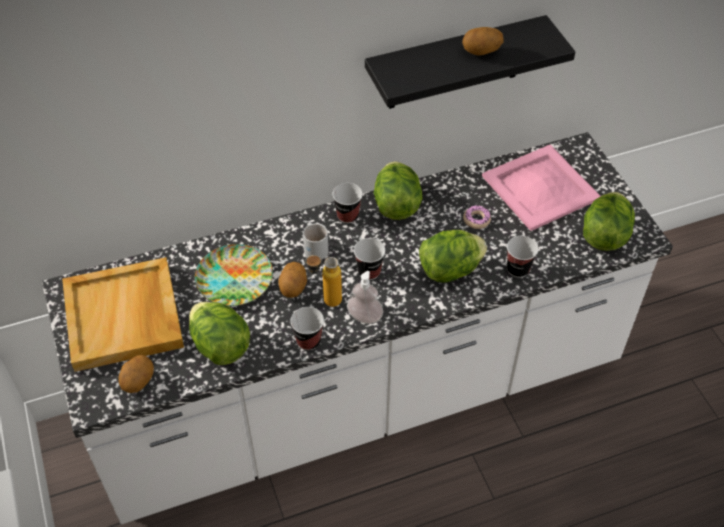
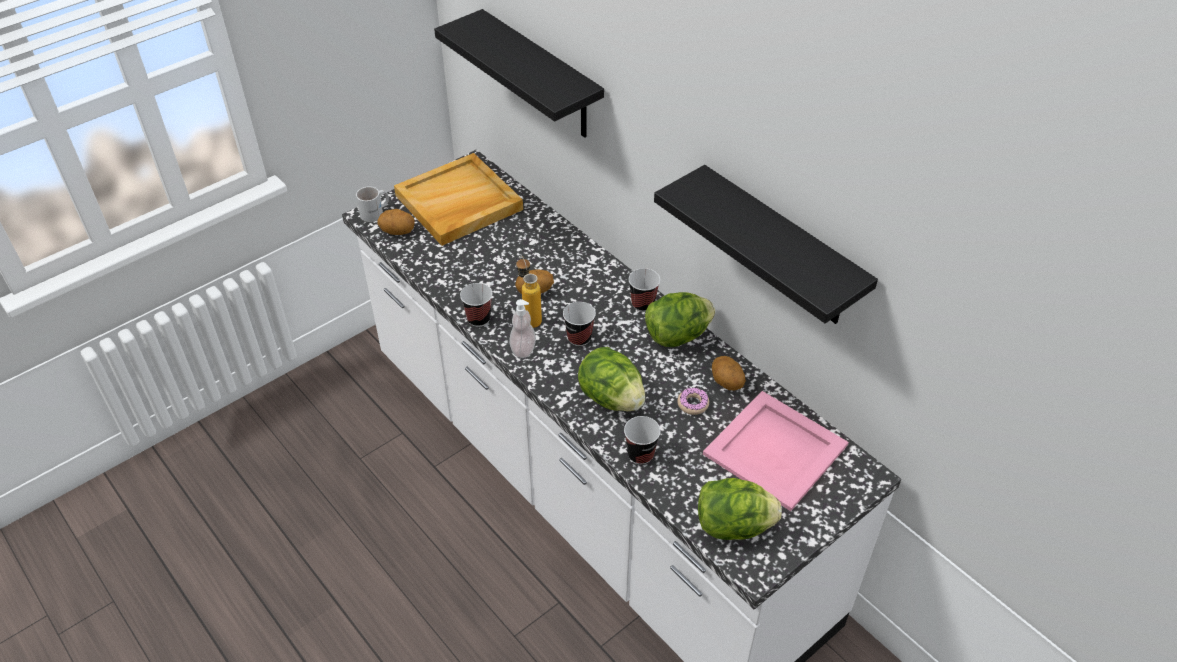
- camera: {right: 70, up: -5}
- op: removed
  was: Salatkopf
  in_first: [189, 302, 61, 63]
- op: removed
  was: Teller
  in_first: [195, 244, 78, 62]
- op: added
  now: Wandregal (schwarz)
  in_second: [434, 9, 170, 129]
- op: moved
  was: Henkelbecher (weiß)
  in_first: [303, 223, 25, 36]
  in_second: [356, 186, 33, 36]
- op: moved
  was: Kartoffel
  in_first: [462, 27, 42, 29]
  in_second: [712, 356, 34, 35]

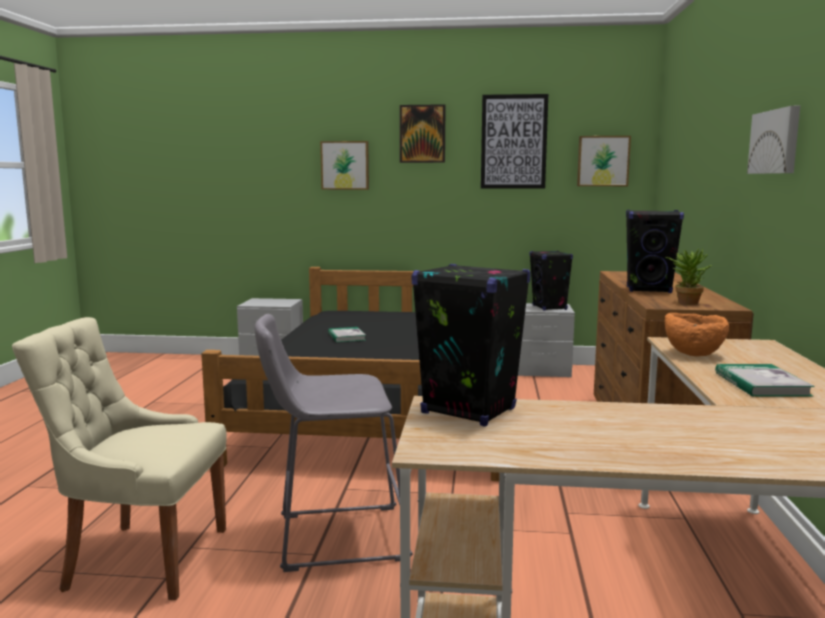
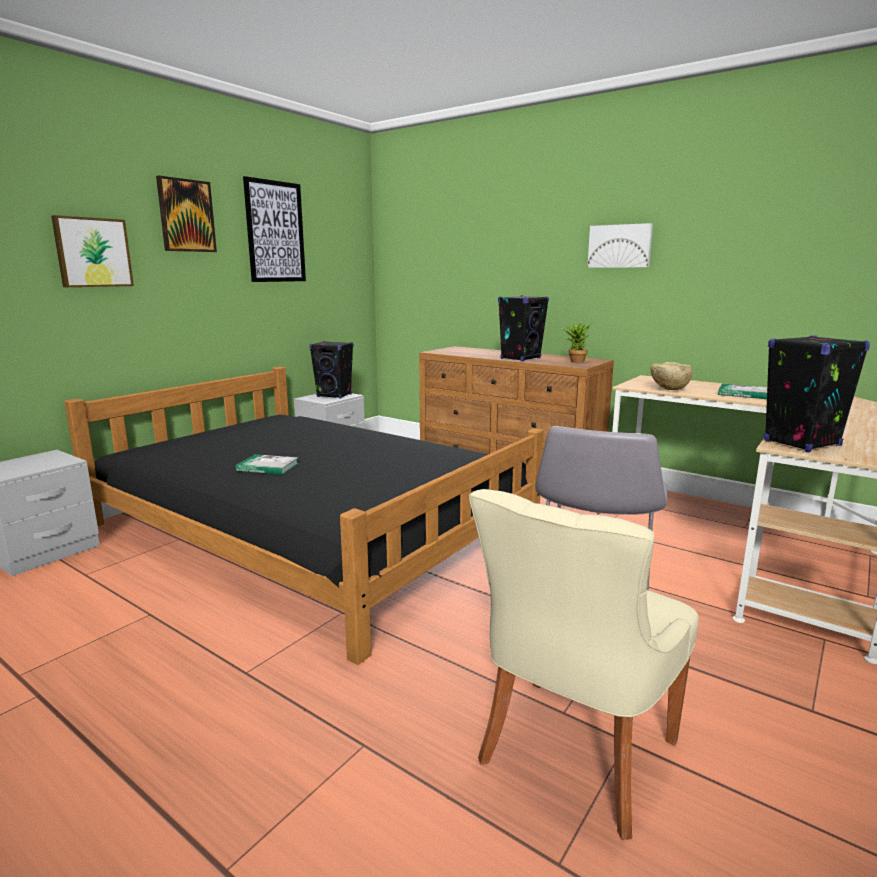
- camera: {right: -60, up: 5}
- op: removed
  was: Bild
  in_first: [577, 136, 54, 50]
- op: recoloured
  was: Schüssel (orange)
  now: Schüssel (beige)
  in_first: [665, 313, 64, 43]
  in_second: [650, 362, 42, 28]

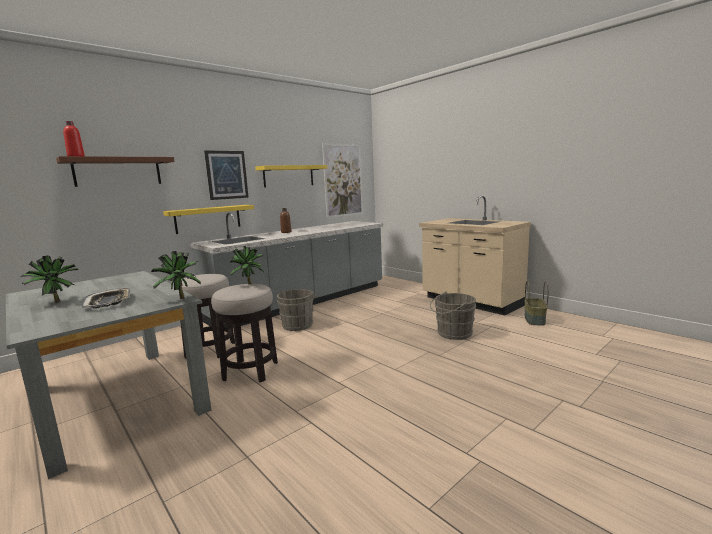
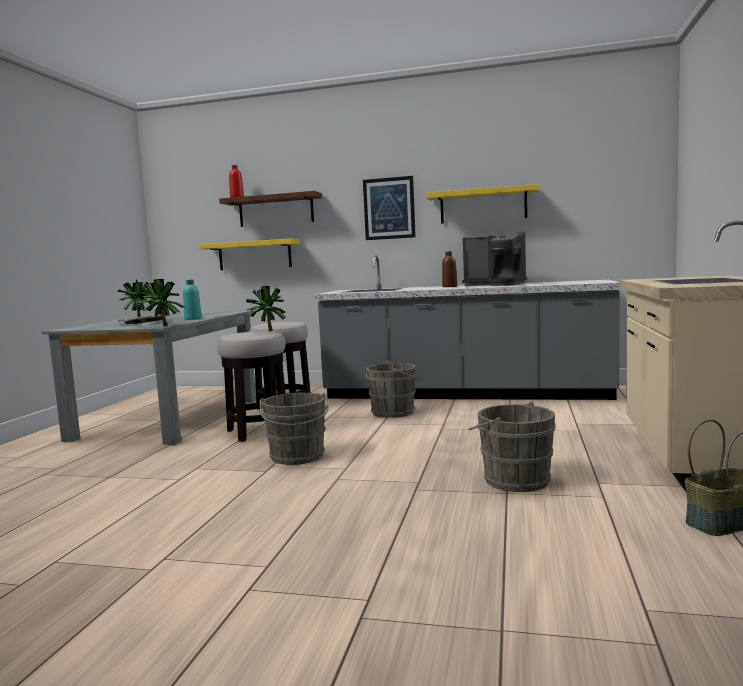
- camera: {right: 55, up: -5}
- op: removed
  was: Bild
  in_first: [322, 143, 41, 75]
- op: added
  now: Flasche (türkis)
  in_second: [183, 279, 19, 41]
- op: added
  now: Eimer (grau)
  in_second: [260, 393, 69, 72]
- op: added
  now: Kaffeemaschine
  in_second: [462, 232, 65, 54]
- op: moved
  was: Wandregal (gelb)
  in_first: [163, 205, 91, 29]
  in_second: [199, 239, 101, 31]

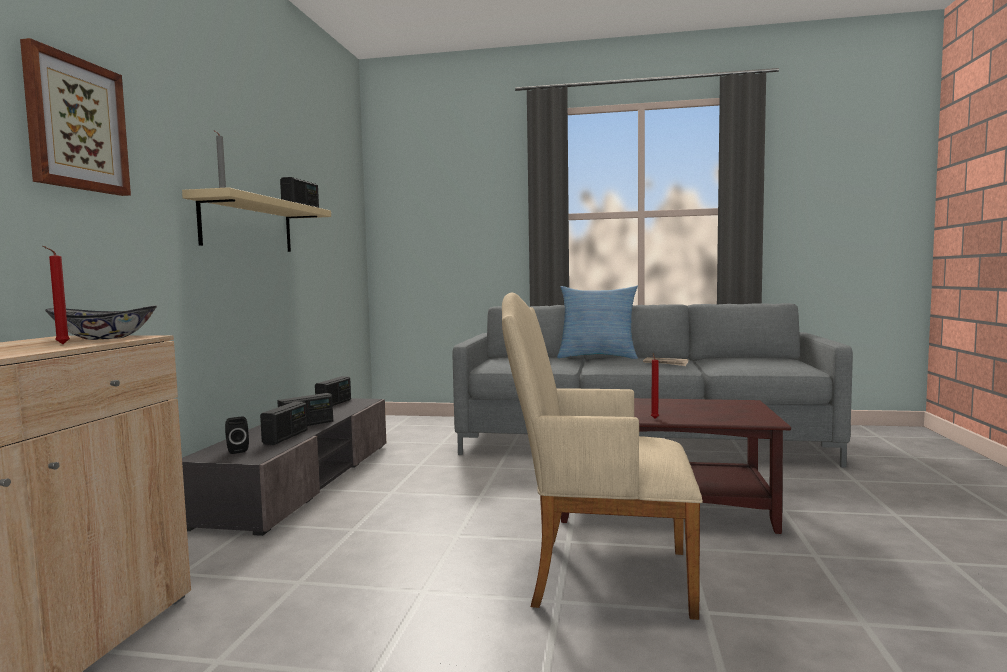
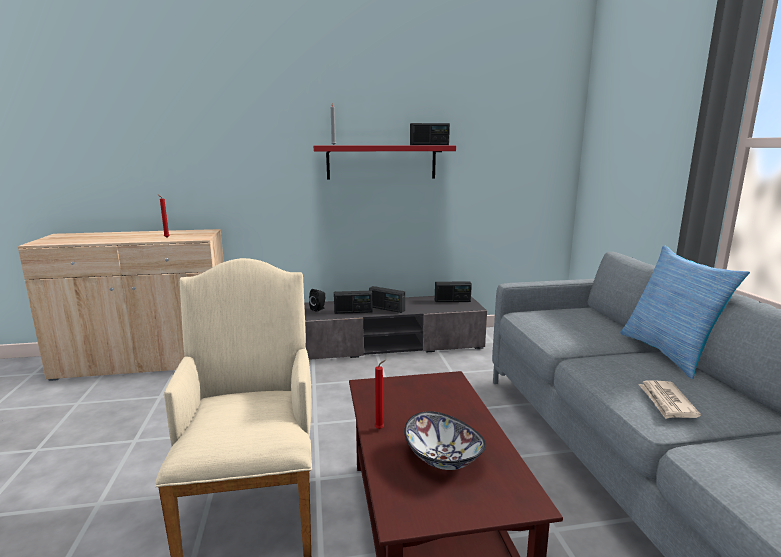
- camera: {right: 70, up: 10}
- op: removed
  was: Bild
  in_first: [20, 38, 111, 158]
- op: moved
  was: Schüssel
  in_first: [45, 305, 112, 35]
  in_second: [404, 411, 82, 59]
- op: recoloured
  was: Wandregal (beige)
  now: Wandregal (rot)
  in_first: [182, 187, 149, 65]
  in_second: [313, 146, 143, 34]

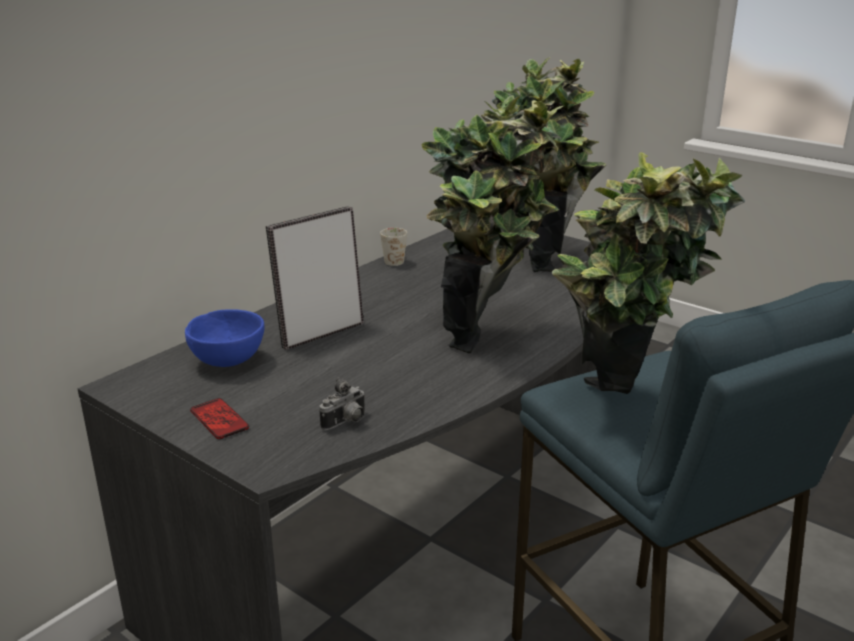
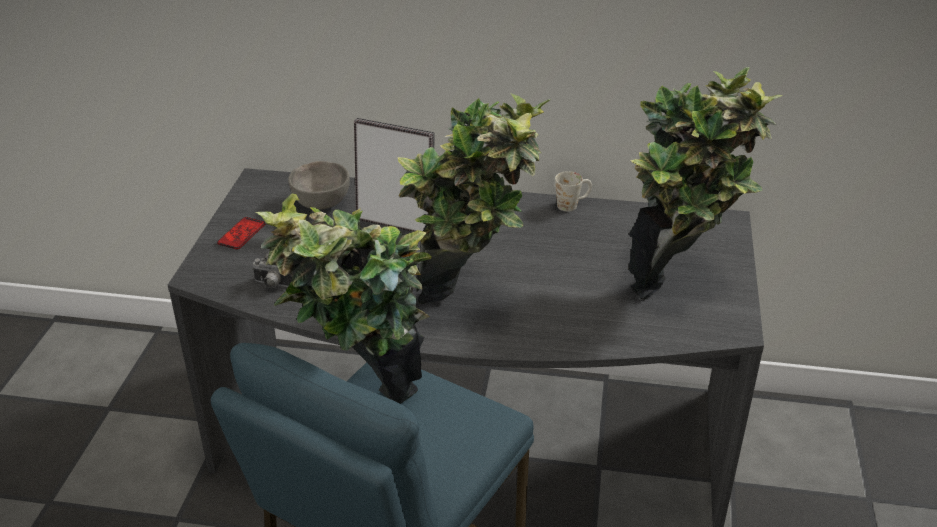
- camera: {right: 60, up: 10}
- op: recoloured
  was: Schüssel (blau)
  now: Schüssel (grau)
  in_first: [185, 310, 80, 57]
  in_second: [288, 161, 62, 49]

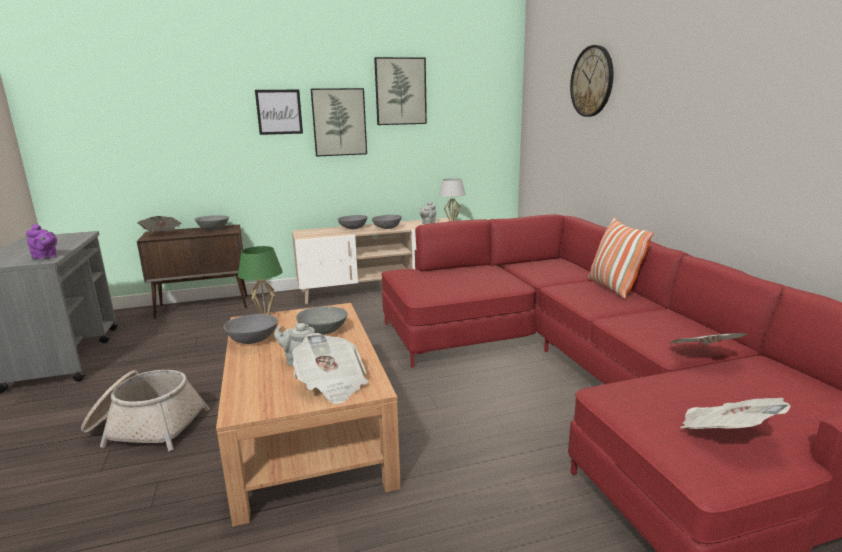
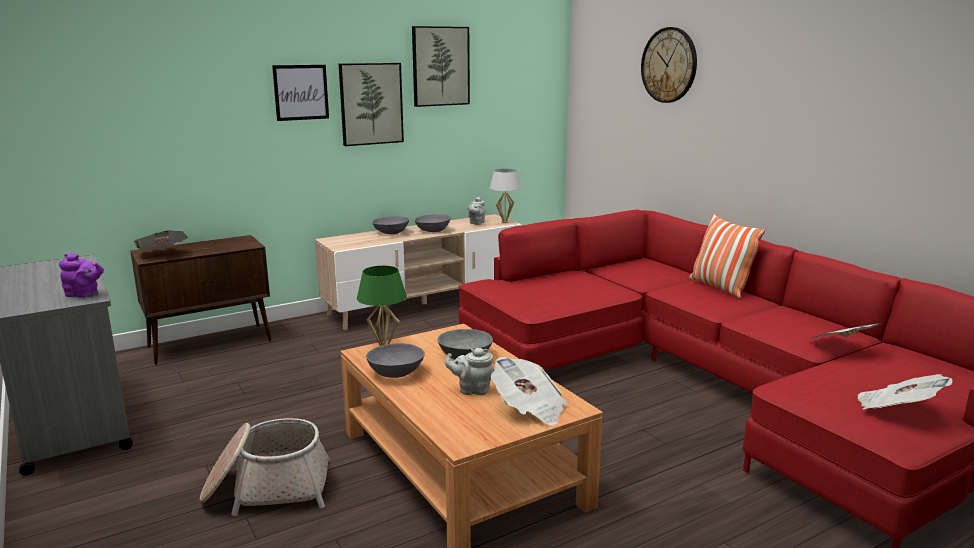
- camera: {right: -15, up: 0}
- op: removed
  was: Schüssel (grau)
  in_first: [195, 215, 34, 15]

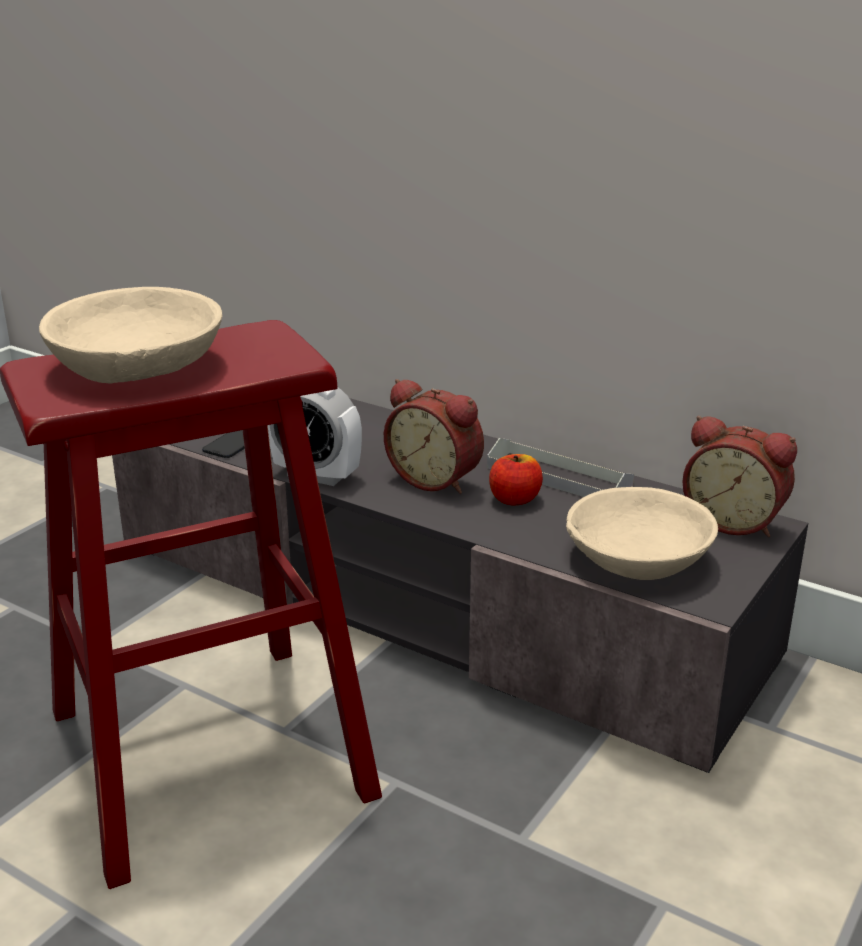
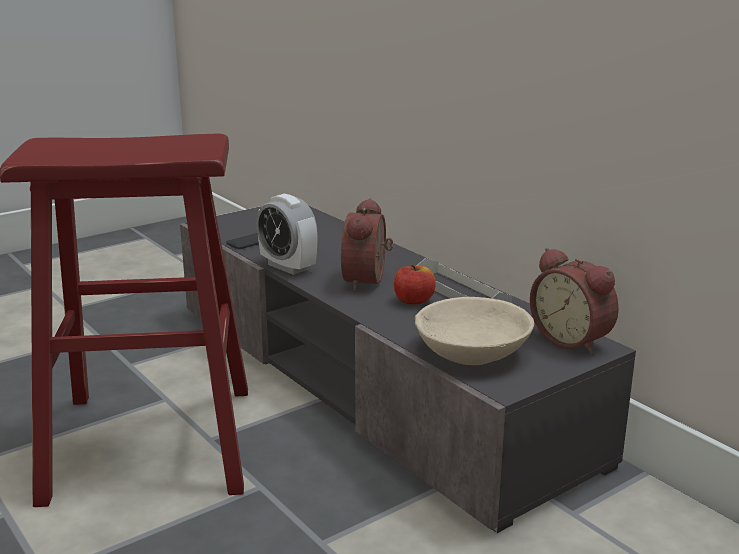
- camera: {right: 20, up: -5}
- op: removed
  was: Schüssel (beige)
  in_first: [39, 287, 183, 96]
- op: turned
  was: Wecker
  in_first: [384, 379, 100, 115]
  in_second: [341, 198, 52, 93]
  clockwise: 45

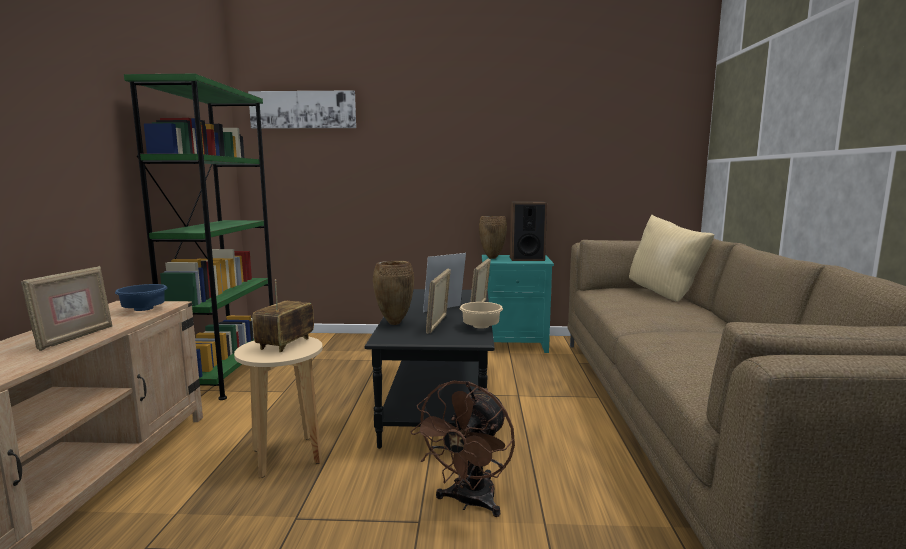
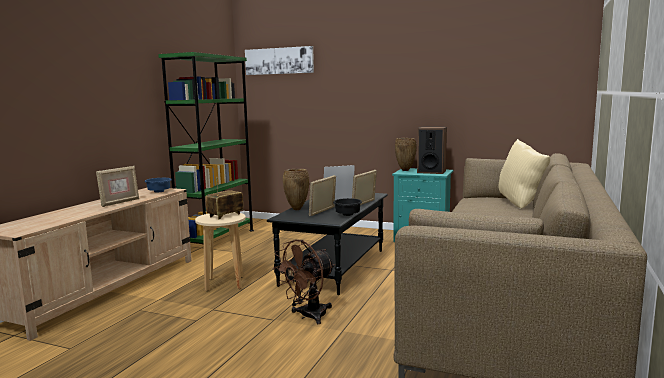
- camera: {right: 20, up: 0}
- op: recoloured
  was: Schüssel (beige)
  now: Schüssel (schwarz)
  in_first: [459, 302, 44, 27]
  in_second: [333, 198, 29, 18]

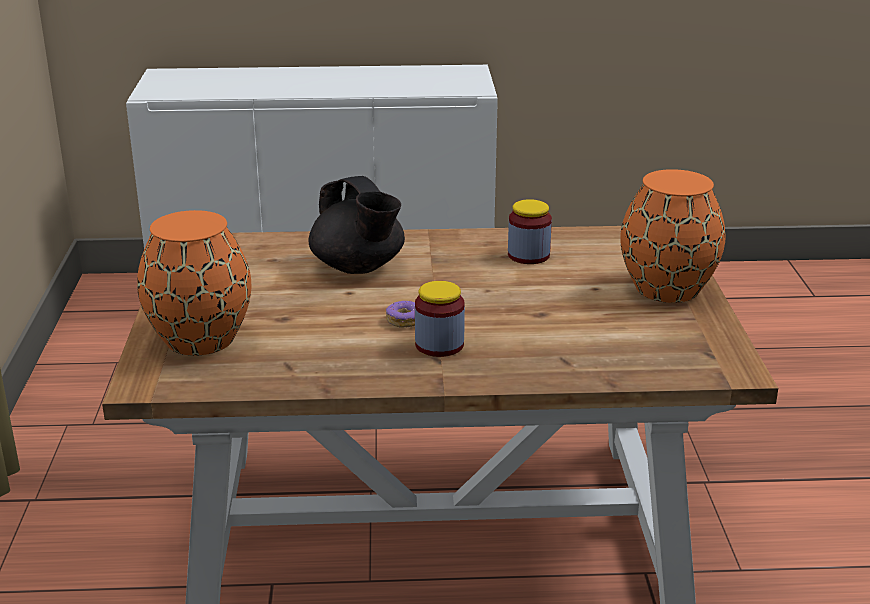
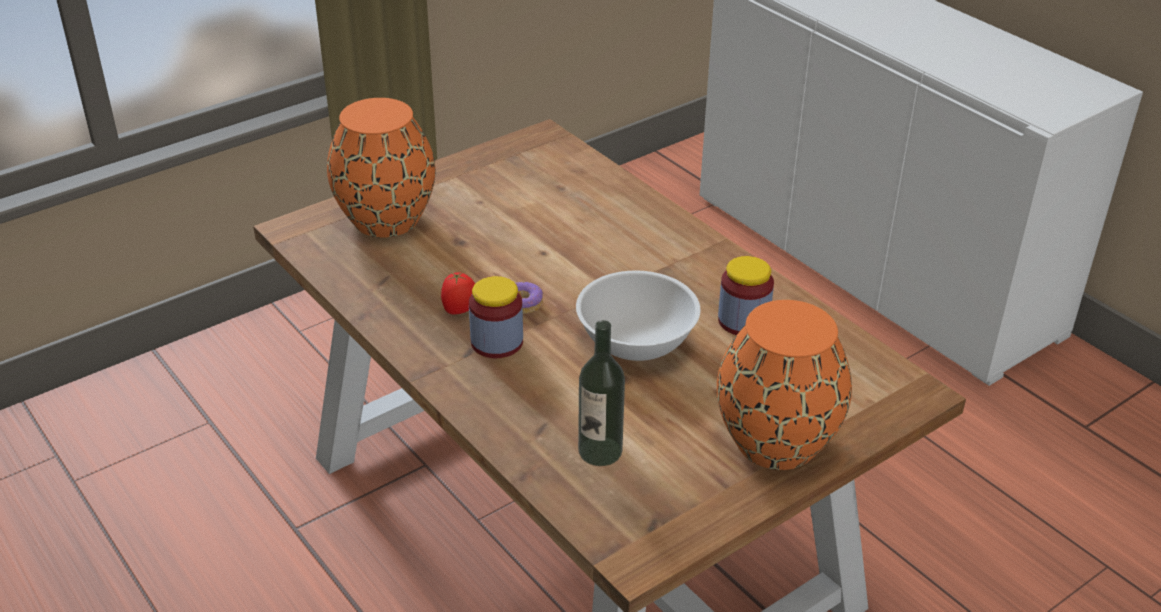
- camera: {right: 55, up: 10}
- op: removed
  was: Teekanne (schwarz)
  in_first: [308, 176, 97, 98]
- op: added
  now: Tomate
  in_second: [441, 272, 34, 43]
- op: added
  now: Schüssel (weiß)
  in_second: [576, 271, 125, 90]
- op: added
  now: Flasche
  in_second: [578, 320, 47, 146]

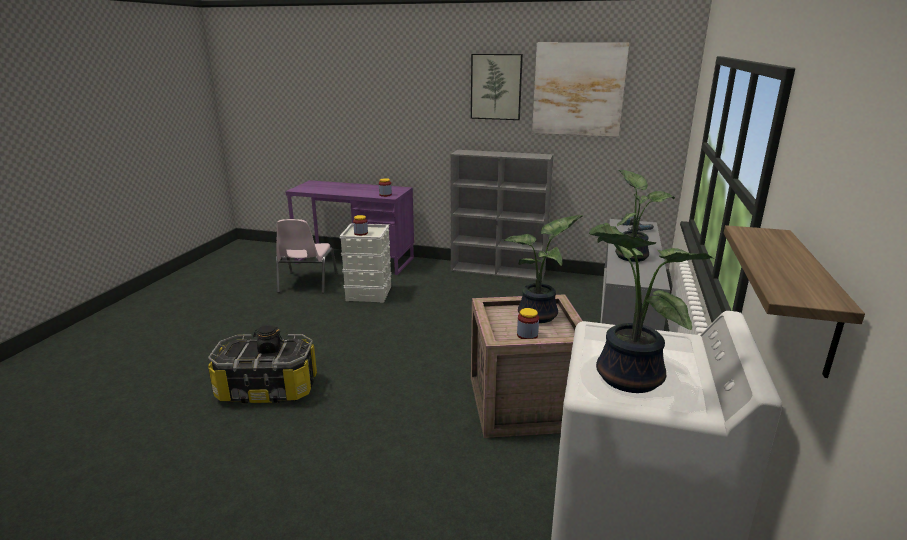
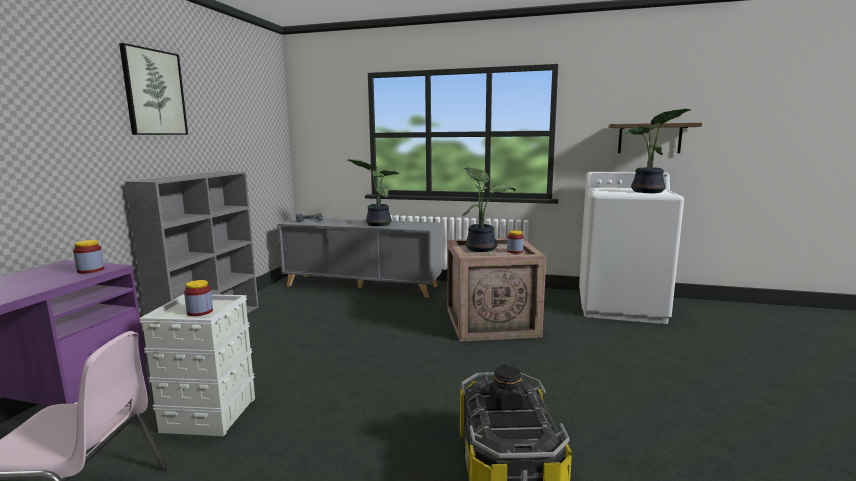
- camera: {right: -90, up: -10}
- op: removed
  was: Bild
  in_first: [532, 43, 97, 94]

